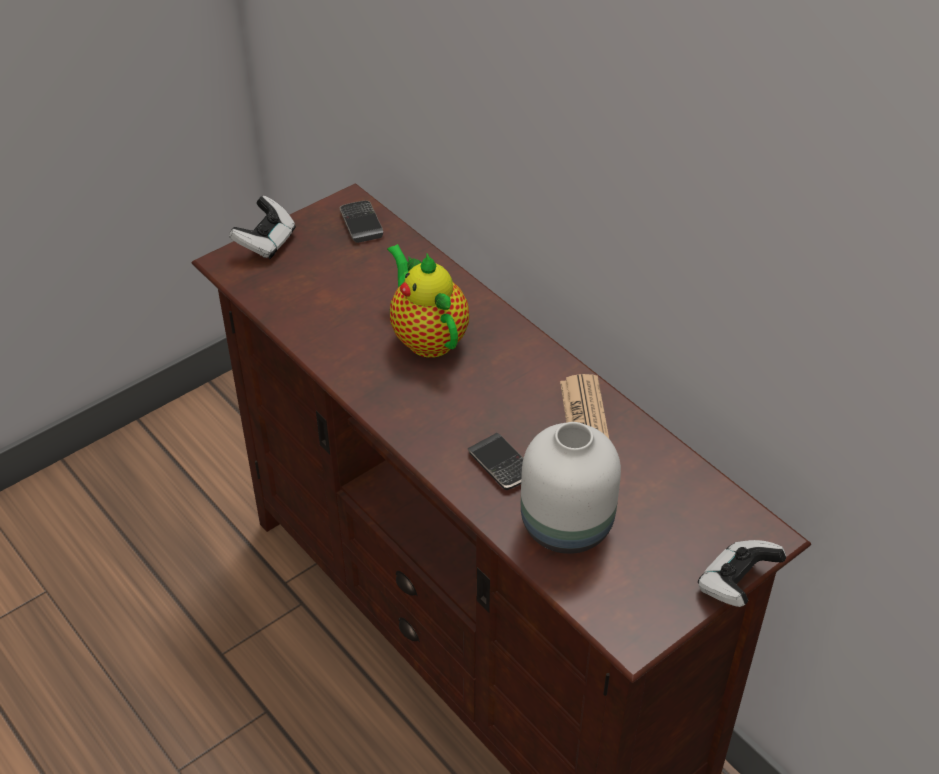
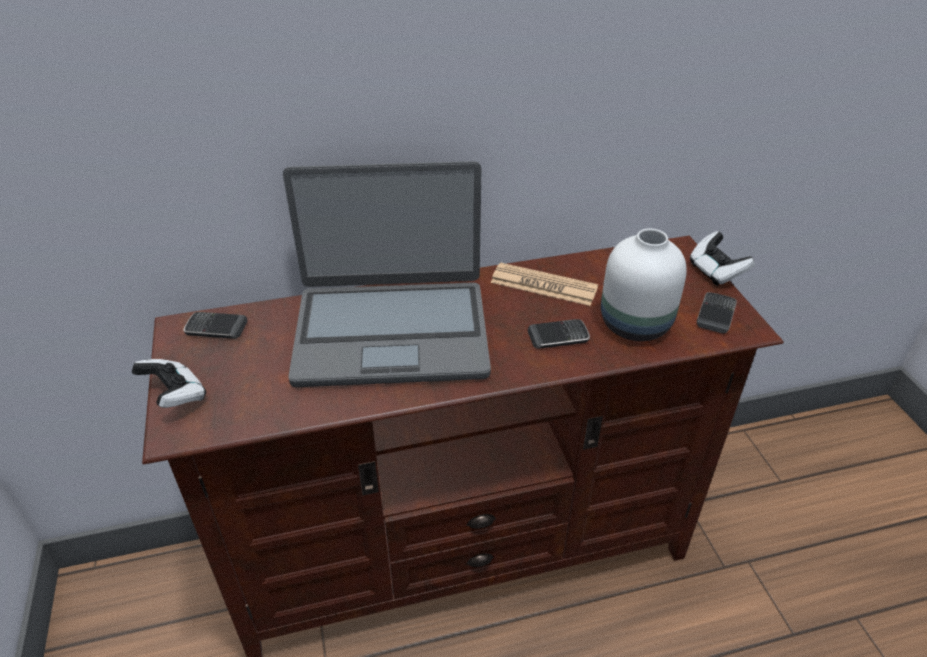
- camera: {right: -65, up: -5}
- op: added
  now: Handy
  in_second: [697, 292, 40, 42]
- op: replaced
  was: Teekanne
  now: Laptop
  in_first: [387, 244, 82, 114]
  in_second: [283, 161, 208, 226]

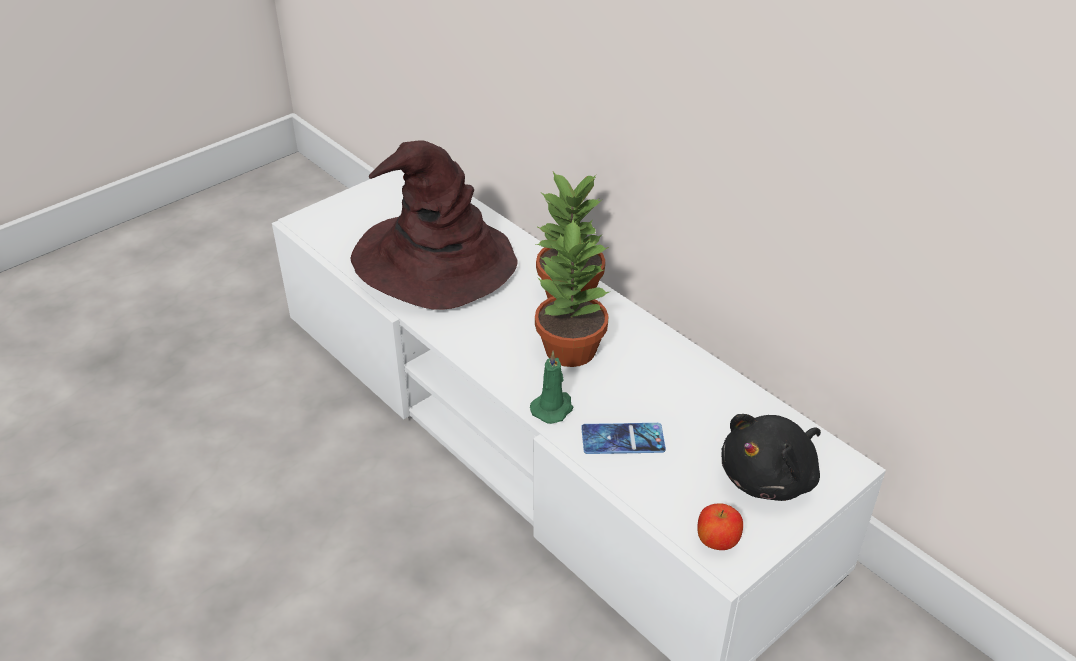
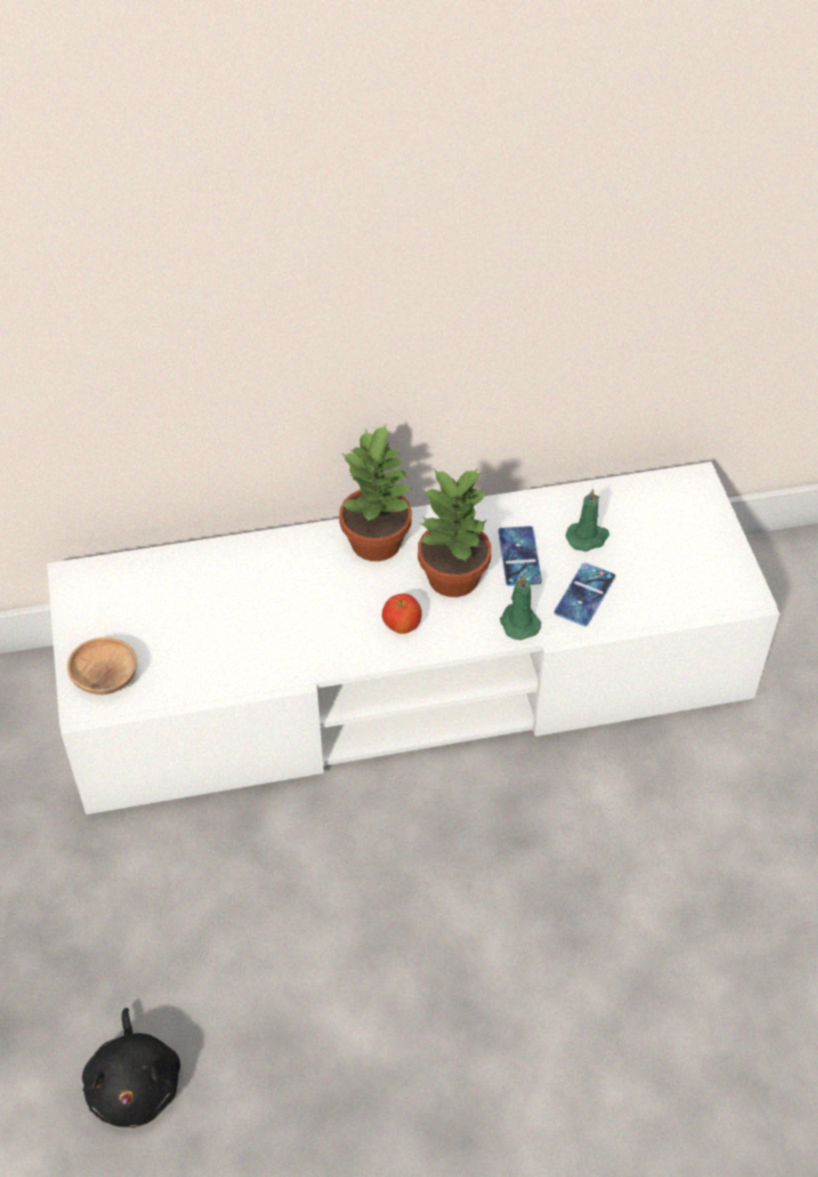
- camera: {right: -60, up: 10}
- op: removed
  was: Hut (braun)
  in_first: [350, 140, 167, 170]
- op: added
  now: Schüssel (braun)
  in_second: [67, 637, 70, 58]
- op: added
  now: Handy
  in_second: [498, 526, 44, 60]
- op: added
  now: Kerze (grün)
  in_second: [566, 488, 43, 64]
- op: moved
  was: Apfel
  in_first: [697, 503, 46, 47]
  in_second: [382, 593, 40, 41]
- op: moved
  was: Plüschtier (schwarz)
  in_first: [721, 414, 100, 87]
  in_second: [82, 1008, 98, 120]

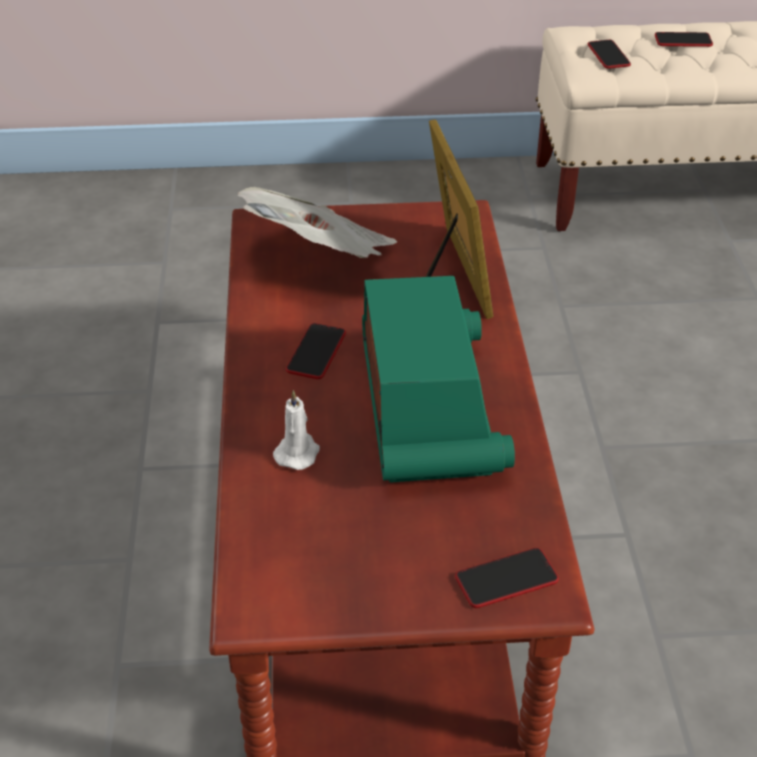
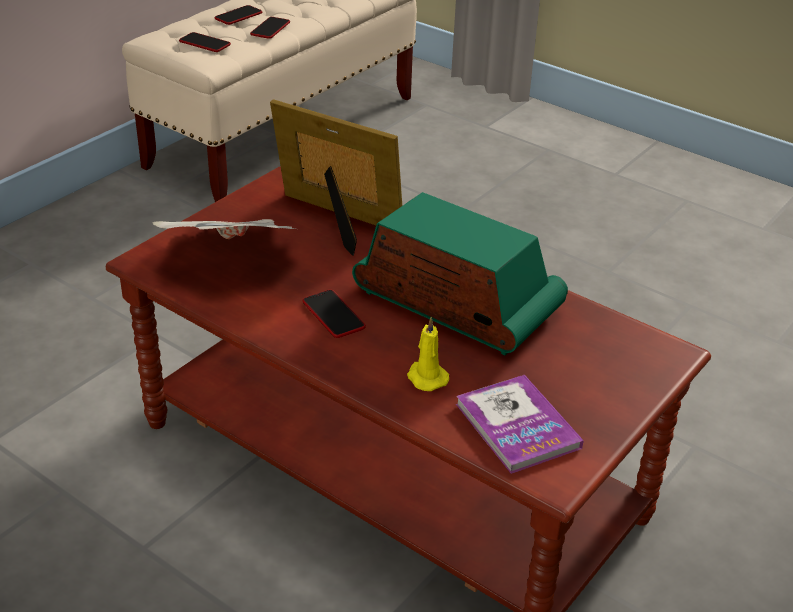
- camera: {right: -50, up: -5}
- op: added
  now: Buch
  in_second: [456, 375, 128, 99]
- op: moved
  was: Handy
  in_first: [455, 548, 104, 60]
  in_second: [250, 17, 40, 22]
- op: recoloured
  was: Kerze (weiß)
  now: Kerze (gelb)
  in_first: [273, 390, 47, 80]
  in_second: [407, 317, 42, 74]

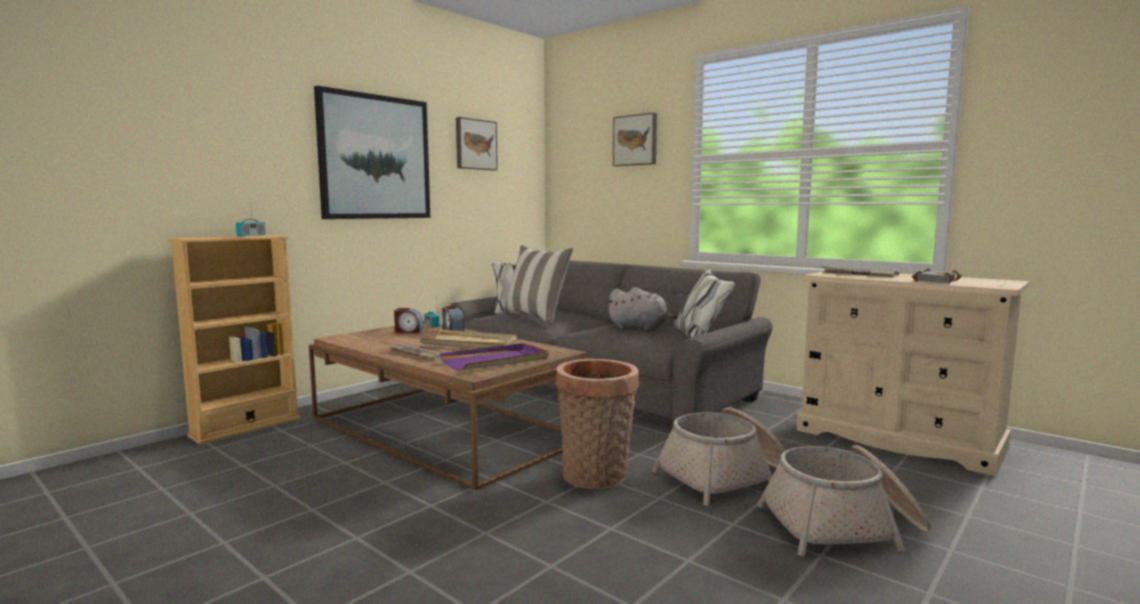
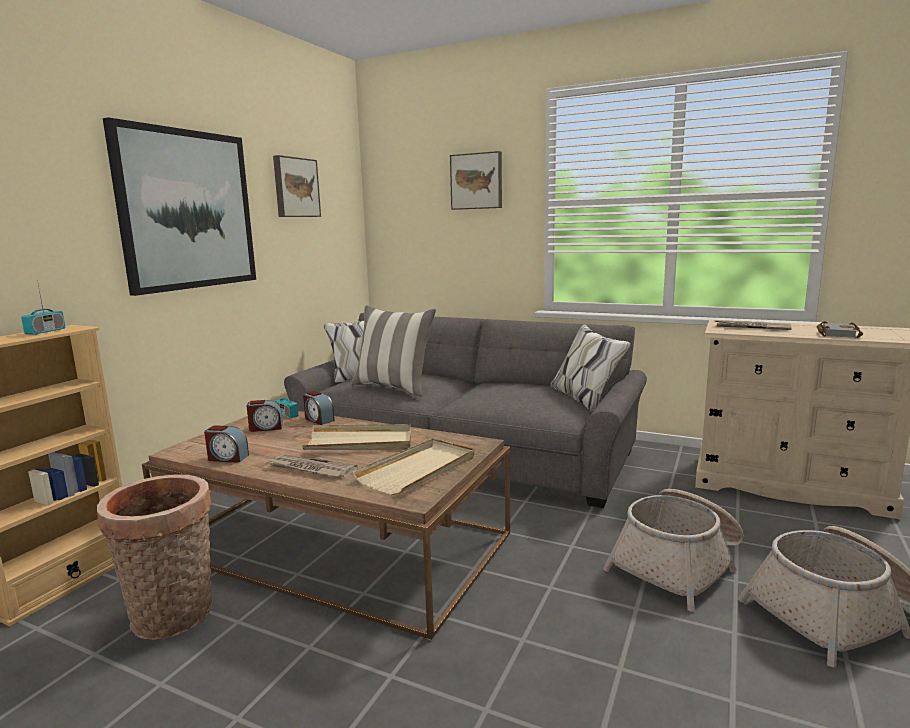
- camera: {right: -15, up: 5}
- op: removed
  was: Plüschtier (grau)
  in_first: [606, 287, 71, 44]
- op: added
  now: Wecker
  in_second: [204, 426, 45, 37]
- op: moved
  was: Korb
  in_first: [555, 359, 84, 130]
  in_second: [97, 474, 115, 166]
- op: recoloured
  was: Tablett (lila)
  now: Tablett (beige)
  in_first: [440, 343, 109, 28]
  in_second: [352, 438, 122, 57]

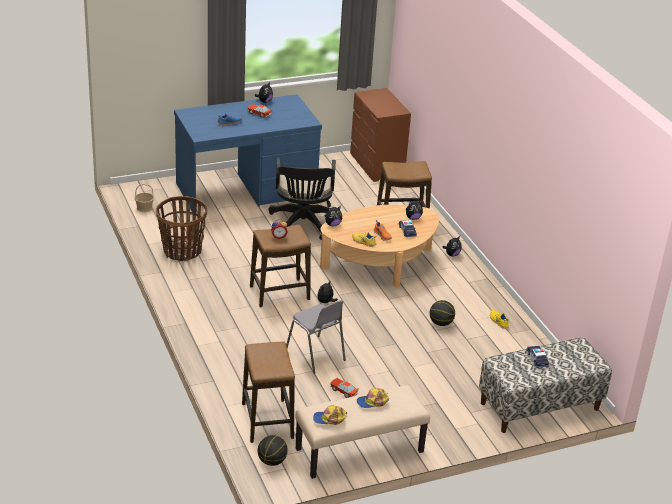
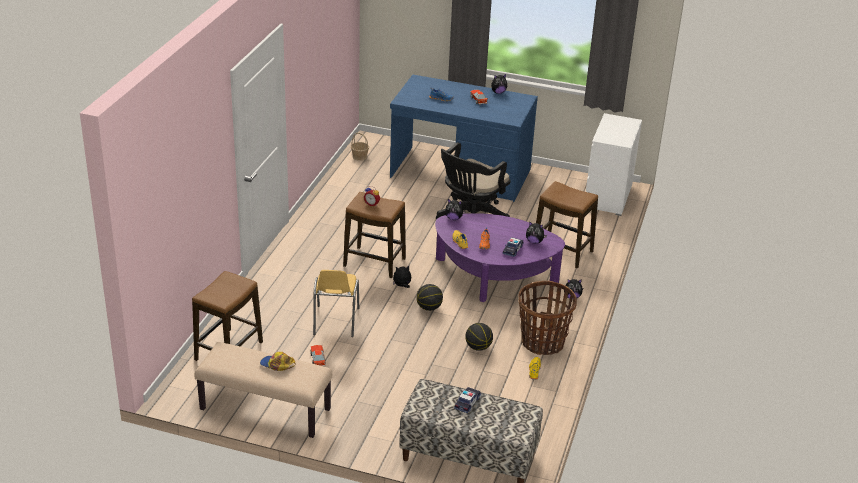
- camera: {right: 40, up: 0}
- op: removed
  was: Kappe
  in_first: [313, 405, 34, 20]
- op: moved
  was: Korb
  in_first: [156, 196, 51, 65]
  in_second: [518, 281, 59, 74]
- op: moved
  was: Basketball
  in_first: [258, 435, 30, 31]
  in_second: [416, 284, 27, 27]
- op: recoloured
  was: Stuhl (grau)
  now: Stuhl (gelb)
  in_first: [286, 300, 60, 74]
  in_second: [313, 270, 46, 67]
- op: recoloured
  was: Couchtisch (beige)
  now: Couchtisch (lila)
  in_first: [320, 205, 119, 83]
  in_second: [435, 213, 130, 89]
- op: recoloured
  was: Kommode (braun)
  now: Kommode (weiß)
  in_first: [350, 88, 61, 94]
  in_second: [586, 113, 56, 103]

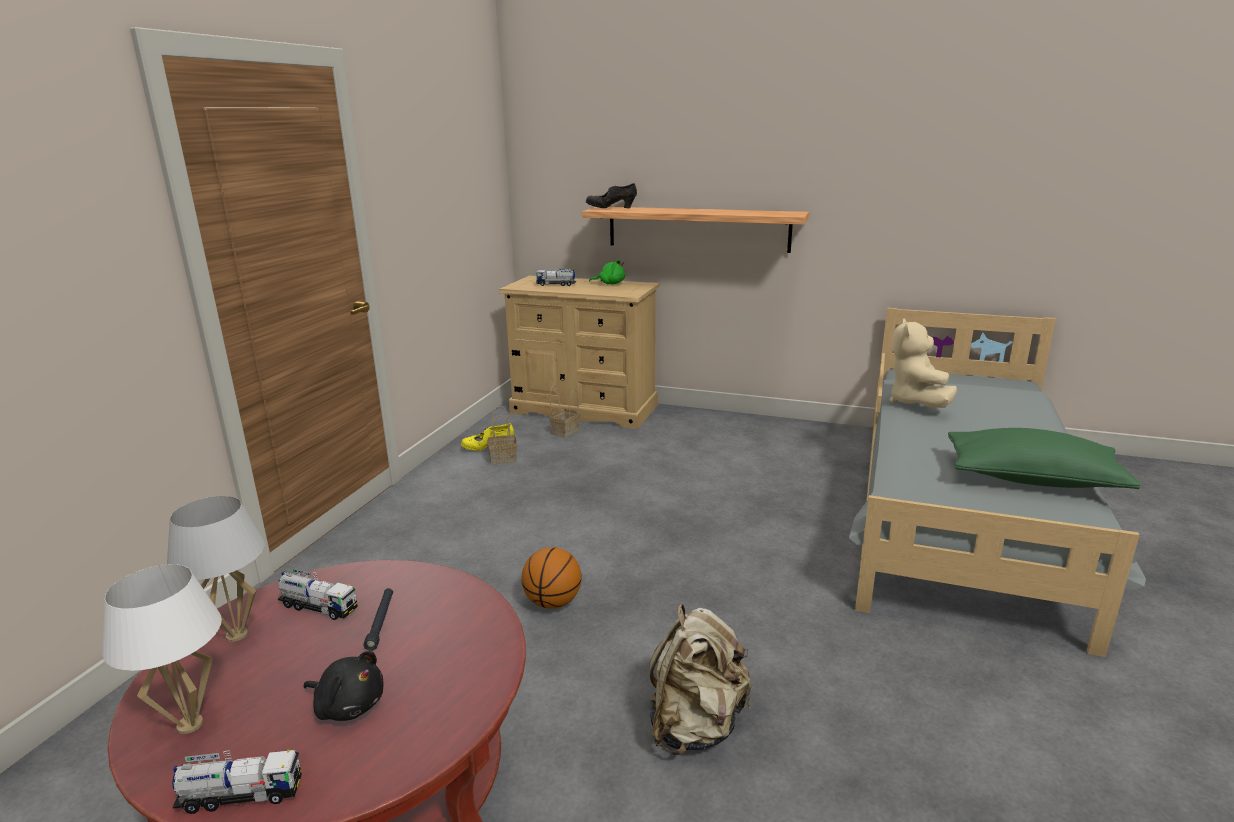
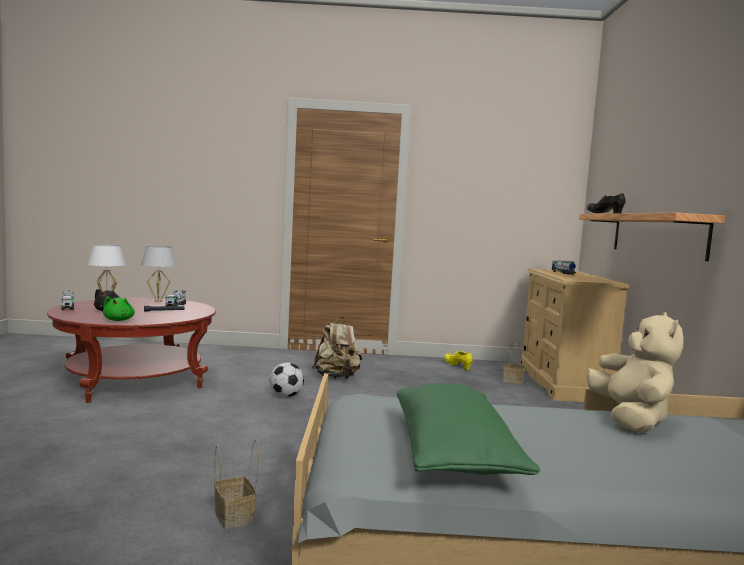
- camera: {right: 70, up: -15}
- op: moved
  was: Korb
  in_first: [487, 406, 30, 58]
  in_second: [214, 439, 45, 90]
- op: moved
  was: Plüschtier (grün)
  in_first: [589, 260, 36, 24]
  in_second: [103, 297, 32, 24]
- op: moved
  was: Rucksack (beige)
  in_first: [650, 604, 102, 151]
  in_second: [312, 317, 50, 62]
- op: replaced
  was: Basketball
  now: Fußball
  in_first: [522, 547, 60, 62]
  in_second: [270, 363, 34, 34]
- op: turned
  was: Plüschtier (beige)
  in_first: [889, 318, 68, 90]
  in_second: [586, 312, 97, 121]
  clockwise: 105

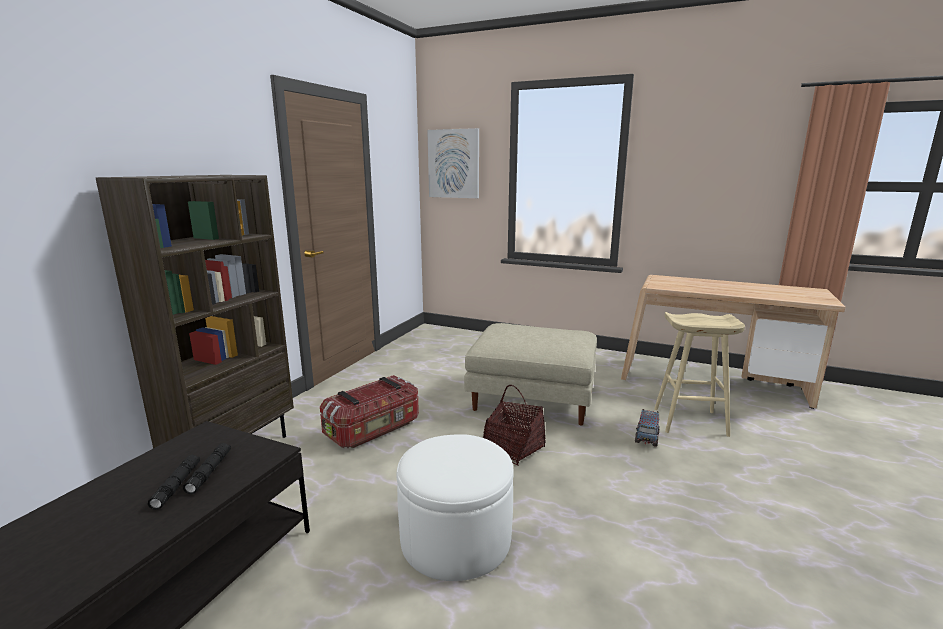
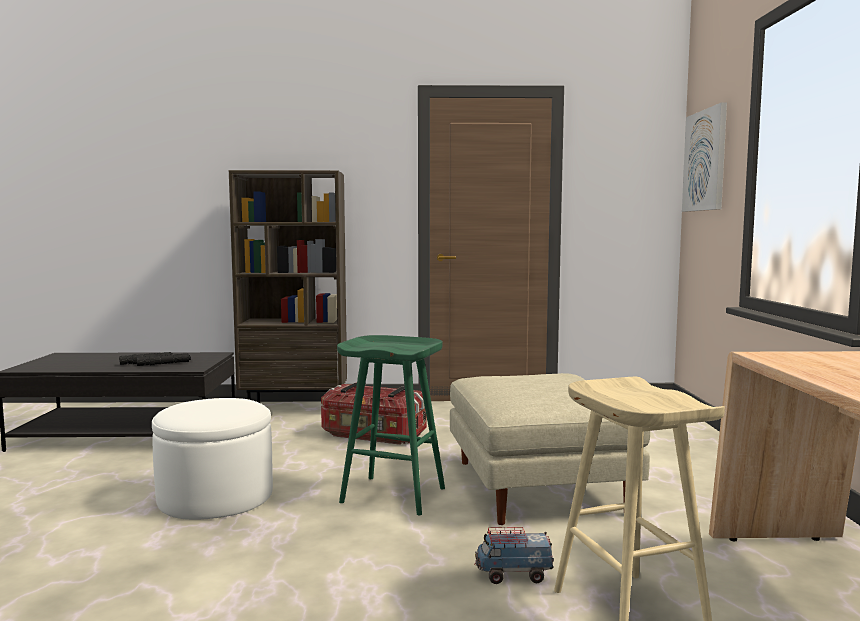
- camera: {right: 65, up: -10}
- op: replaced
  was: Korb
  now: Hocker (grün)
  in_first: [483, 385, 62, 81]
  in_second: [337, 335, 108, 180]

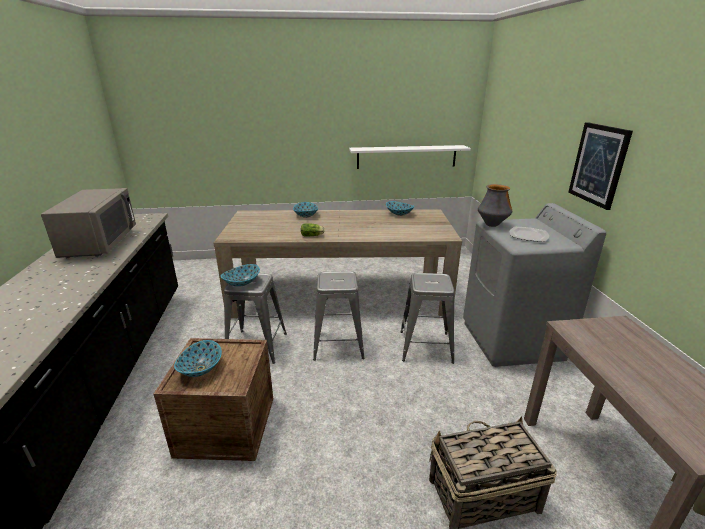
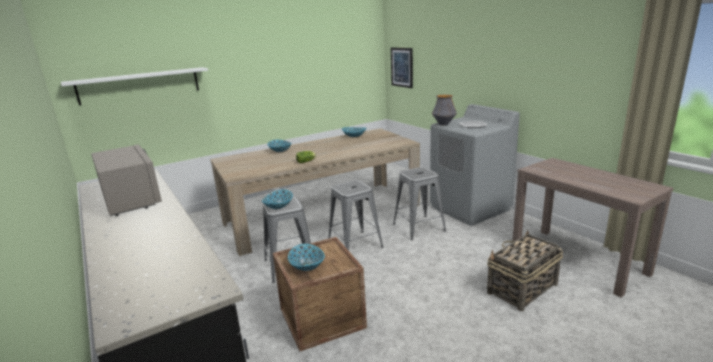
- camera: {right: -25, up: -5}
- op: moved
  was: Wandregal (weiß)
  in_first: [349, 145, 122, 24]
  in_second: [61, 67, 147, 38]
- op: moved
  was: Bild
  in_first: [568, 122, 65, 88]
  in_second: [391, 47, 22, 41]

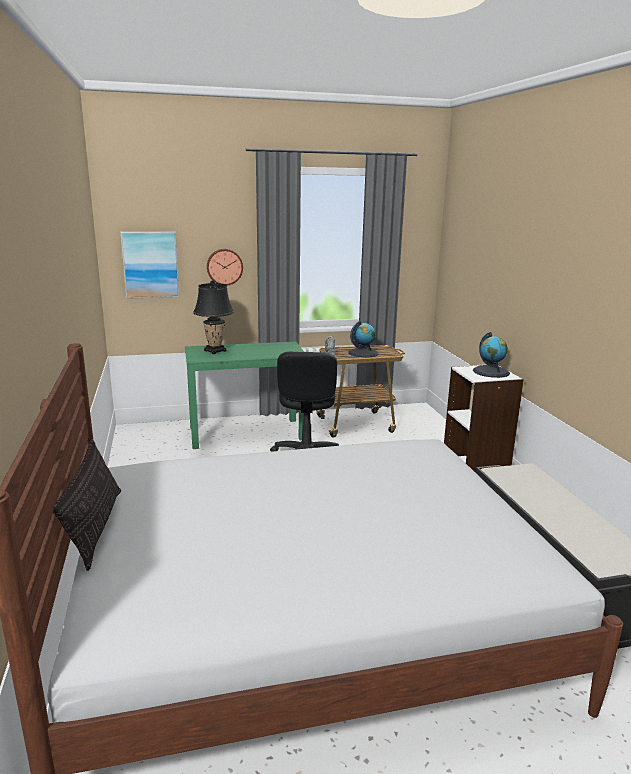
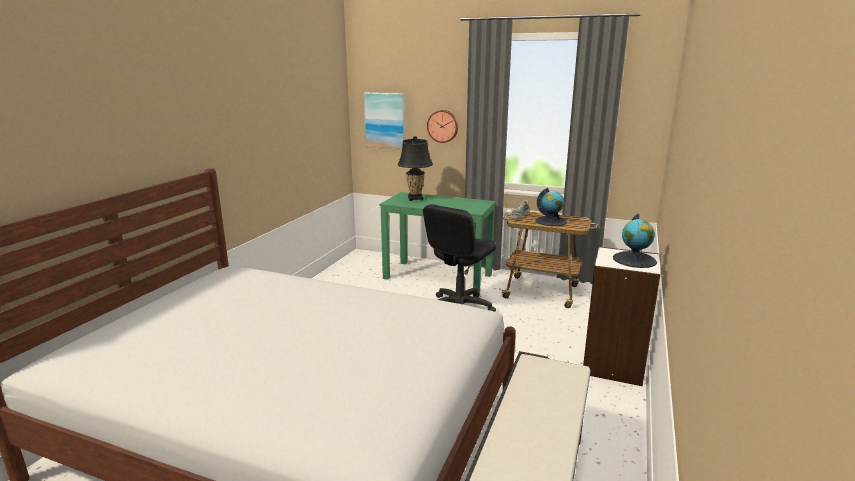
- camera: {right: 35, up: 0}
- op: removed
  was: Kissen
  in_first: [53, 439, 68, 132]

